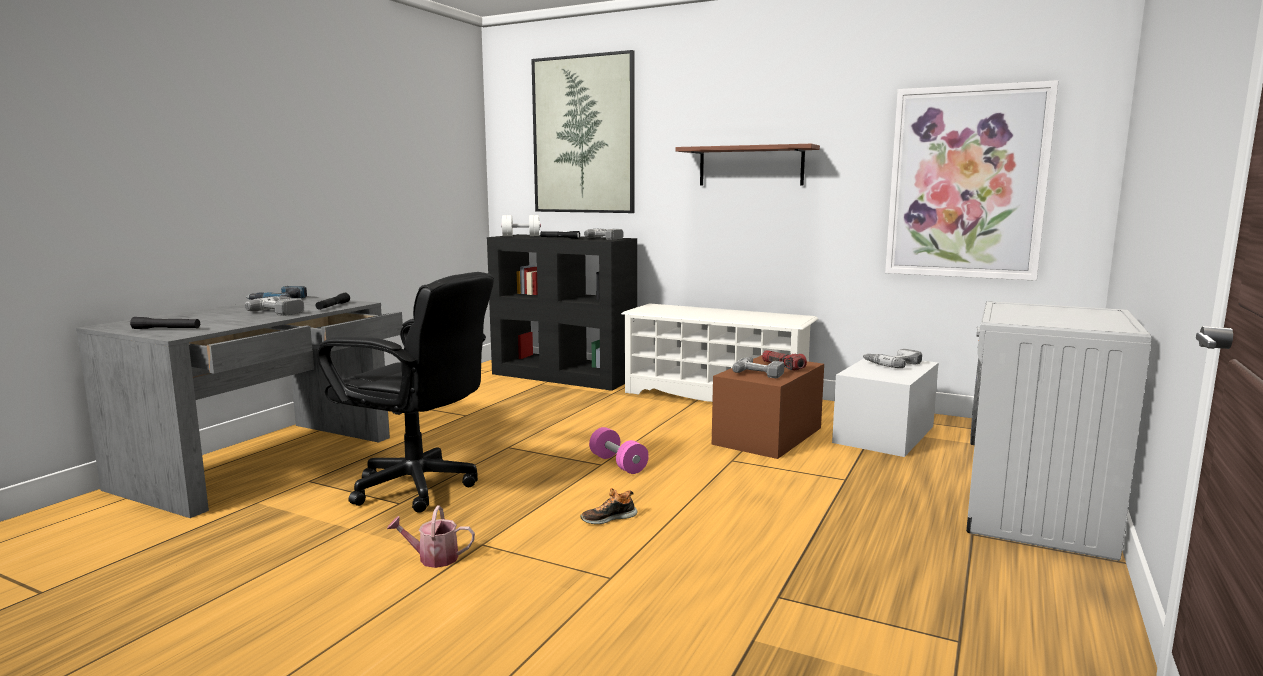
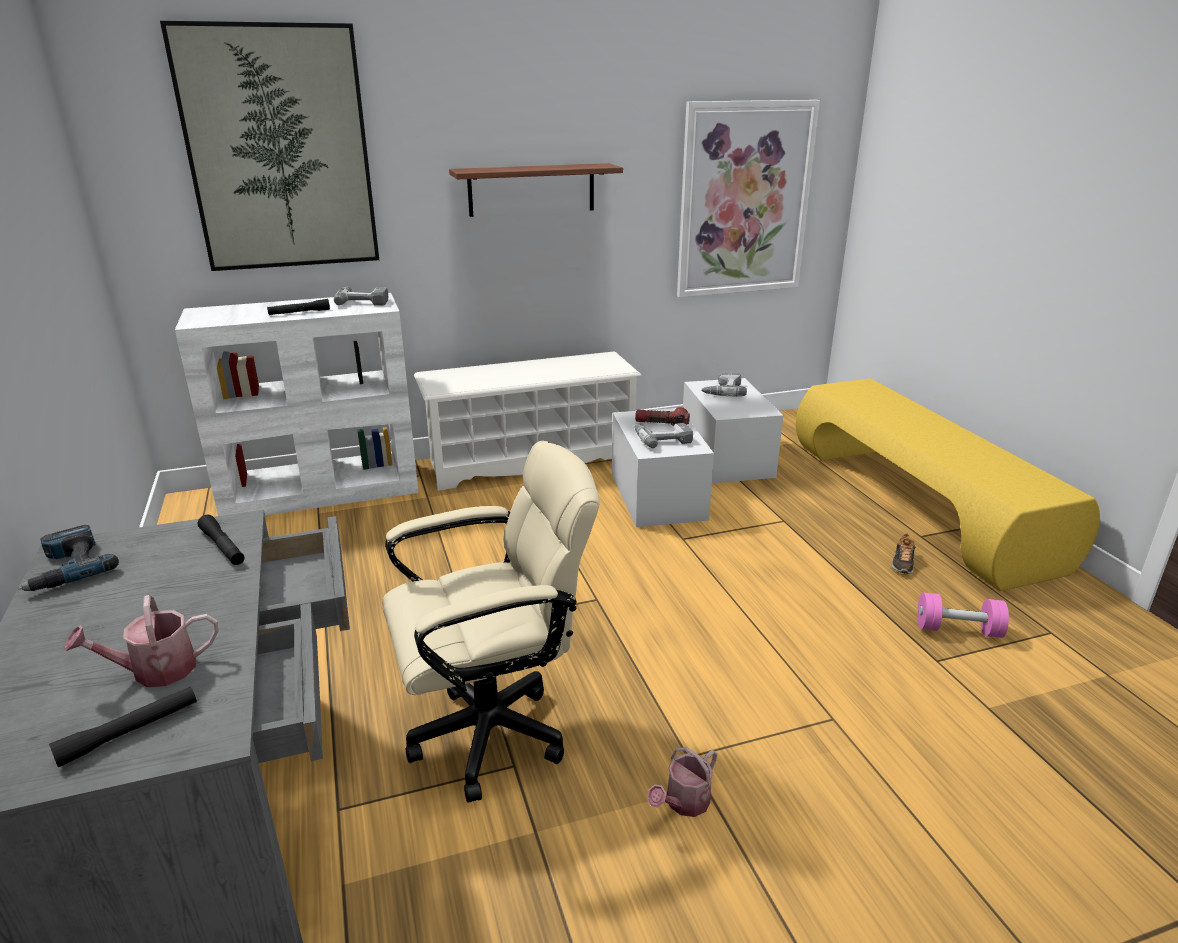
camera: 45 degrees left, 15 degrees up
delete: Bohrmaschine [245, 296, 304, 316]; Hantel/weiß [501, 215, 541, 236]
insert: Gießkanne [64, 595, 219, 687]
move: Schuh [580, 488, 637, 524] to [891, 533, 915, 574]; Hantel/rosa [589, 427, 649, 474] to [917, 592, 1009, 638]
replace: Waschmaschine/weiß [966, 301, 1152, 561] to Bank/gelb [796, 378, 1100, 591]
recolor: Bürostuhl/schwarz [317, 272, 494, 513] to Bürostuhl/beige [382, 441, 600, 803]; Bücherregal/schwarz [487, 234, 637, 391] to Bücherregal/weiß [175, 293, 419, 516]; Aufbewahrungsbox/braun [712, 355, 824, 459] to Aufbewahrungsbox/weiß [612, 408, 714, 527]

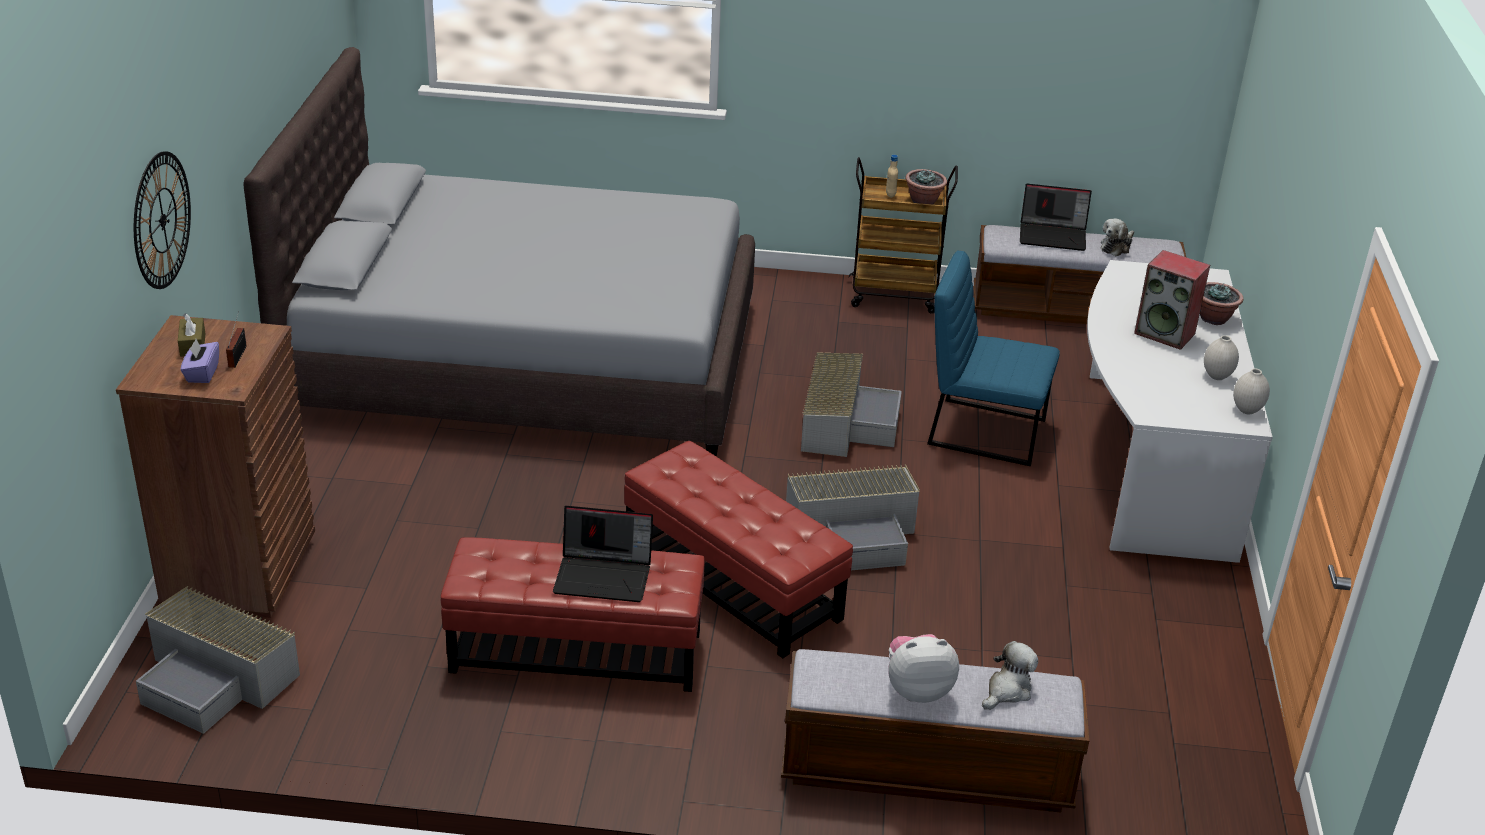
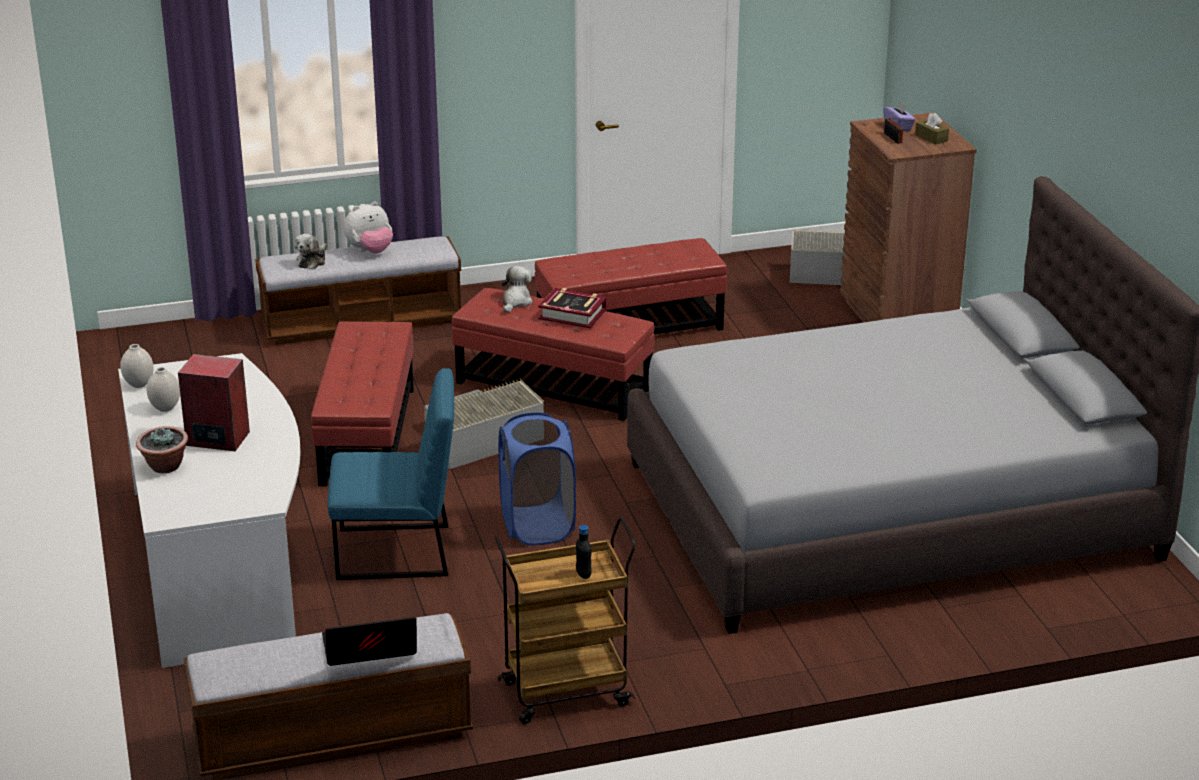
camera: 160 degrees right, 5 degrees down
delete: Wanduhr [134, 151, 191, 289]; Laptop [553, 506, 653, 602]; Topfpflanze [905, 169, 947, 204]
insert: Polsterhocker/rot [311, 321, 414, 486]; Buch [538, 288, 607, 328]
move: Plüschtier [1101, 218, 1134, 256] to [501, 266, 532, 313]
replace: Aufbewahrungsbox/grau [801, 352, 902, 457] to Wäschekorb/blau [498, 412, 576, 545]
recolor: Flasche/beige [886, 155, 898, 198] to Flasche/schwarz [576, 525, 591, 579]

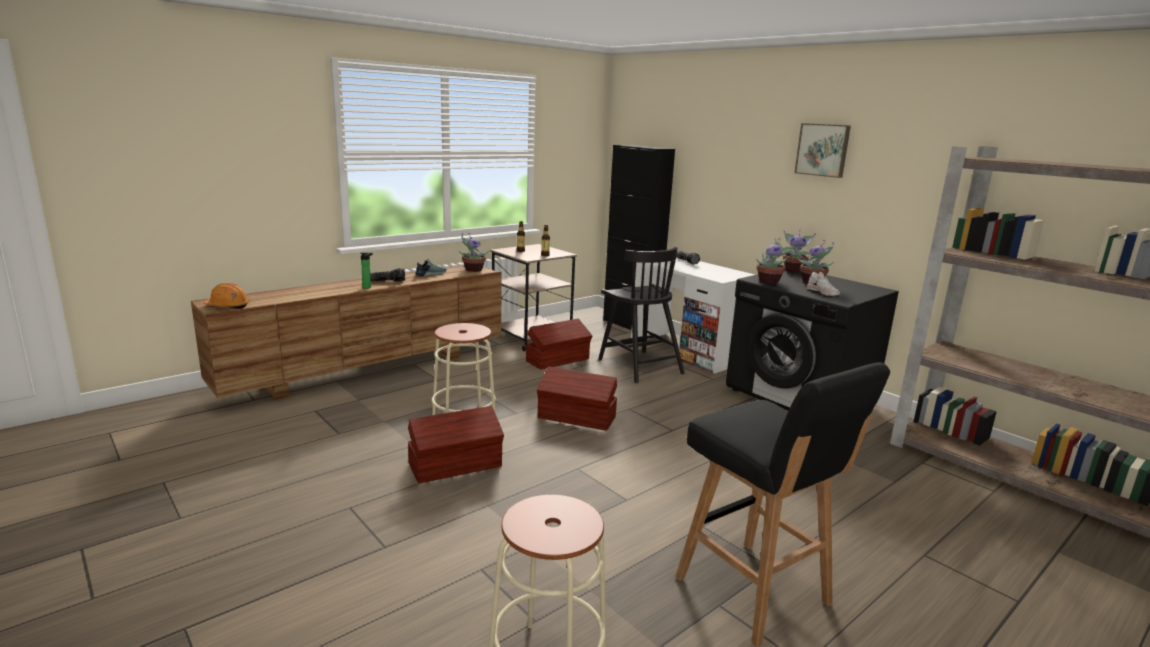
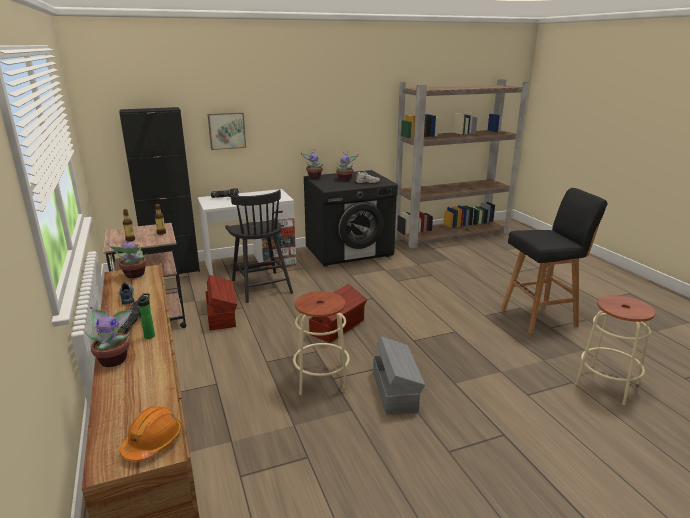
camera: 70 degrees left, 5 degrees up
move: Topfpflanze [756, 238, 795, 284] to [85, 306, 134, 367]; Bild [794, 123, 851, 178] to [208, 112, 246, 150]
recolor: Aufbewahrungsbox/braun [408, 406, 504, 483] to Aufbewahrungsbox/grau [373, 336, 425, 415]
rotate: Stuhl/schwarz [598, 246, 685, 383] = [225, 189, 293, 303] 75 degrees clockwise

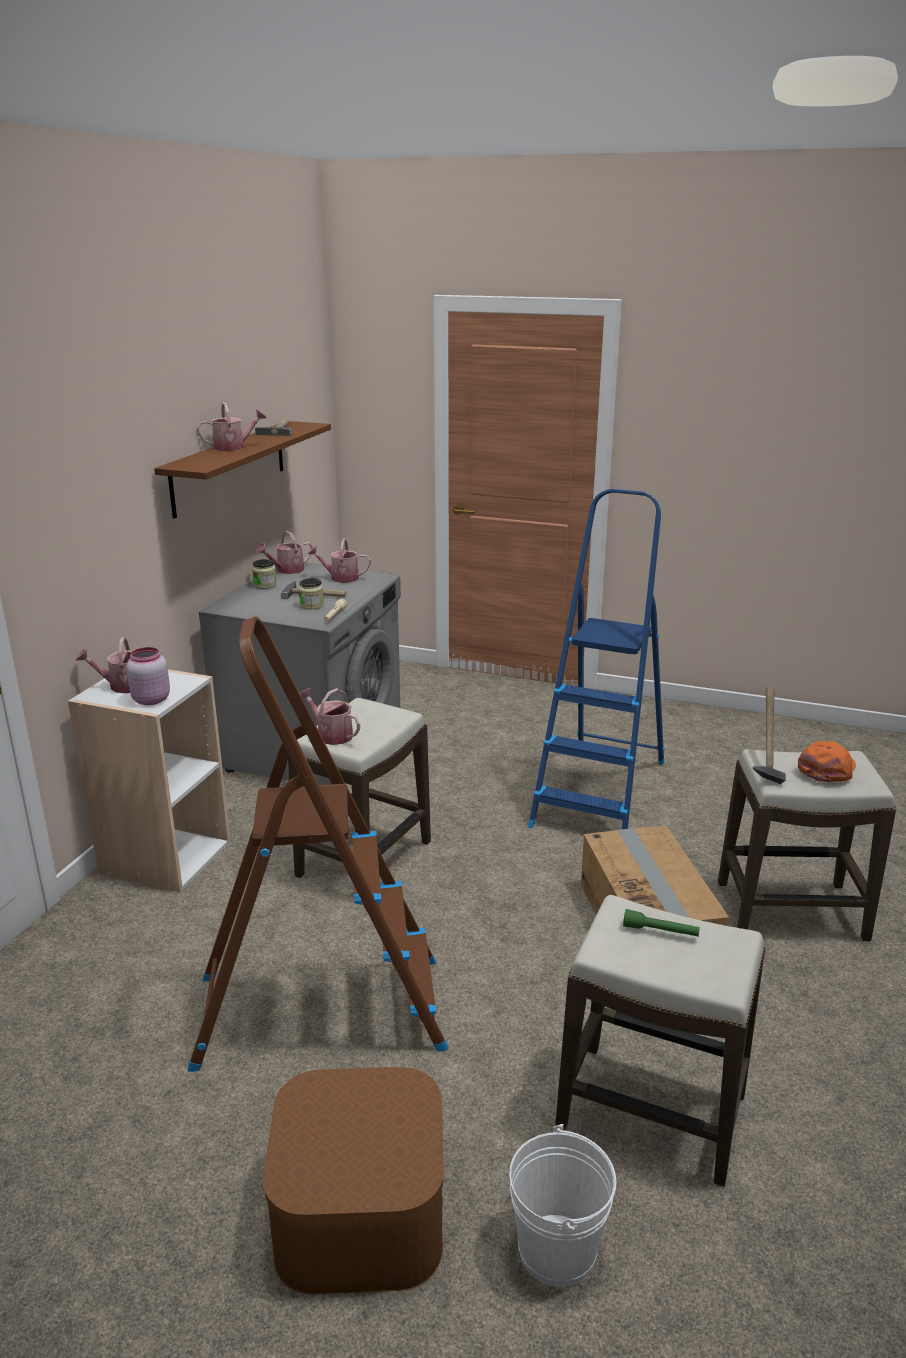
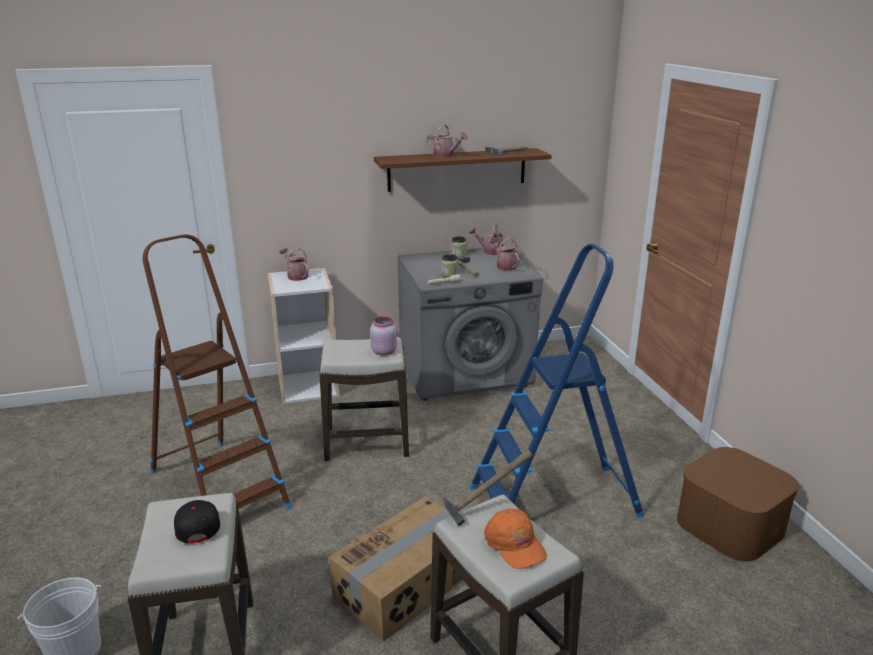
camera: 55 degrees right, 0 degrees up
delete: Gießkanne [300, 688, 360, 745]
move: Vorratsglas/rosa [126, 647, 170, 705] to [370, 317, 397, 356]; Aufbewahrungsbox/braun [263, 1067, 444, 1294] to [677, 447, 799, 562]
replace: Taschenlampe/grün [623, 909, 700, 937] to Kappe/schwarz [174, 500, 220, 543]
rotate: Kappe/orange [798, 741, 856, 782] = [484, 509, 547, 569] 60 degrees clockwise

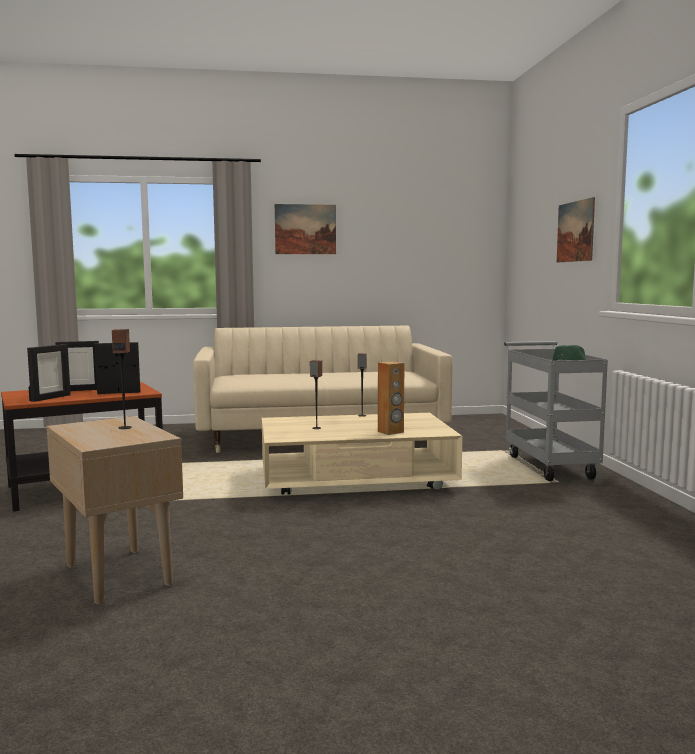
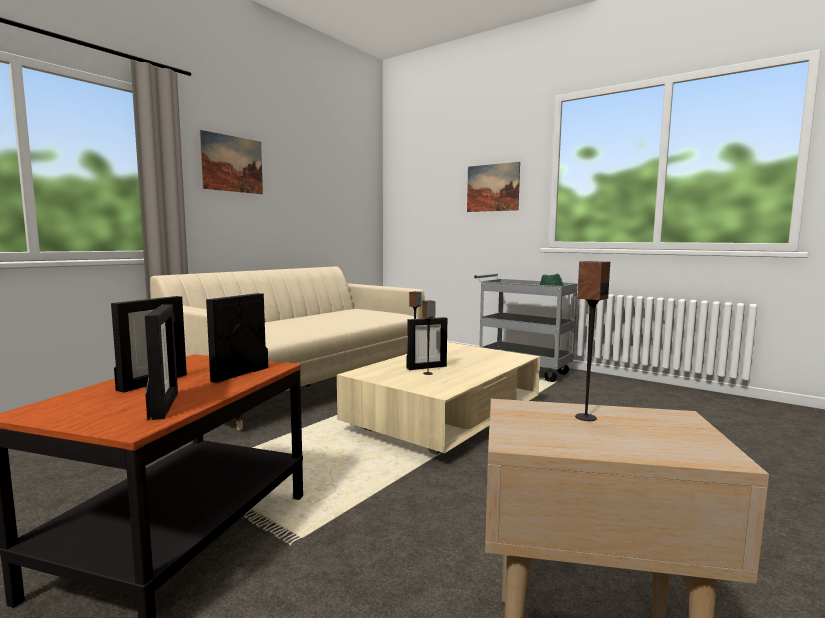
camera: 45 degrees left, 0 degrees up
delete: Lautsprecher/braun [378, 361, 404, 435]
insert: Bilderrahmen [407, 317, 447, 370]

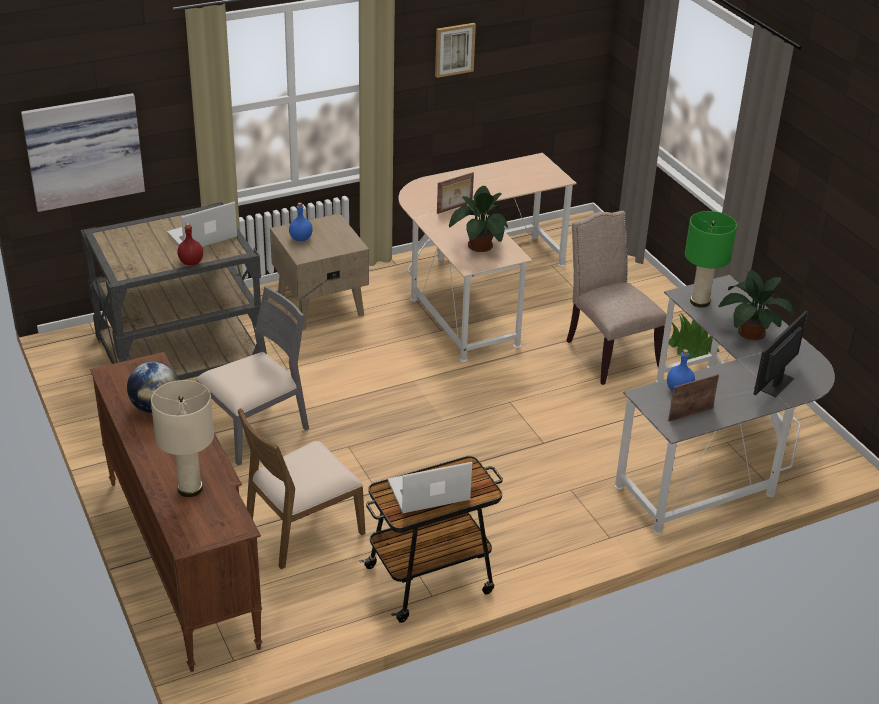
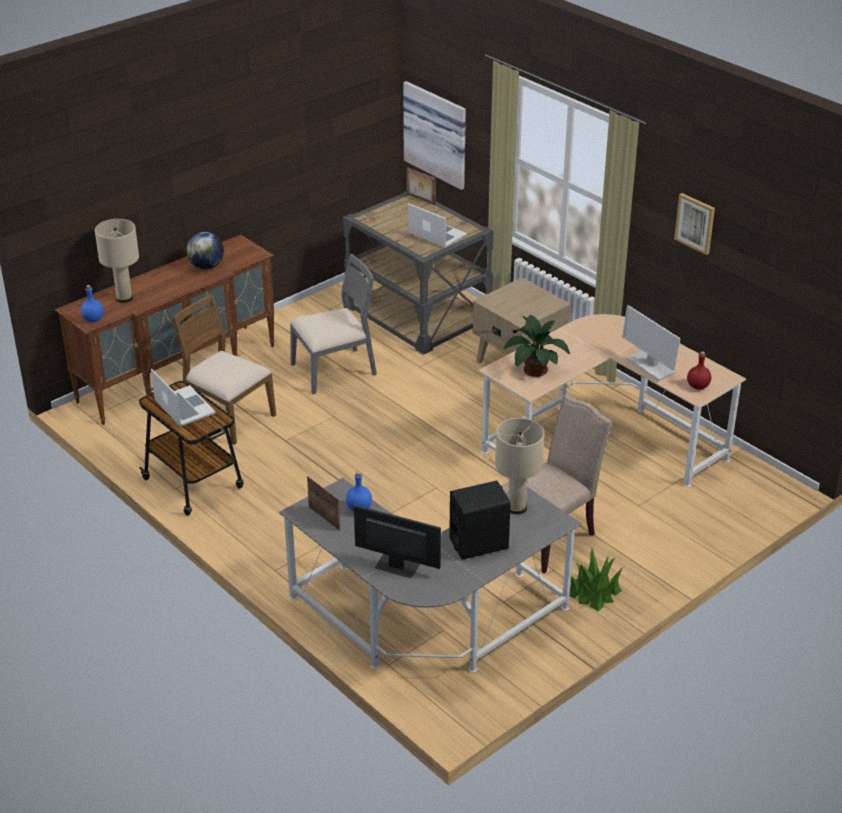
camera: 75 degrees right, 0 degrees up
insert: Monitor [622, 305, 681, 381]
move: Flasche/rot [177, 223, 203, 265] to [687, 351, 711, 390]; Flasche/blau [289, 203, 313, 241] to [81, 285, 104, 322]; Bilderrahmen [437, 172, 474, 214] to [407, 167, 436, 205]
replace: Topfpflanze [718, 270, 795, 341] to Lautsprecher/schwarz [449, 481, 511, 560]
recolor: Tischlampe/grün [685, 211, 737, 308] to Tischlampe/beige [495, 418, 544, 515]
rotate: Stuhl/grau [196, 286, 309, 465] = [290, 254, 377, 394] 60 degrees counterclockwise

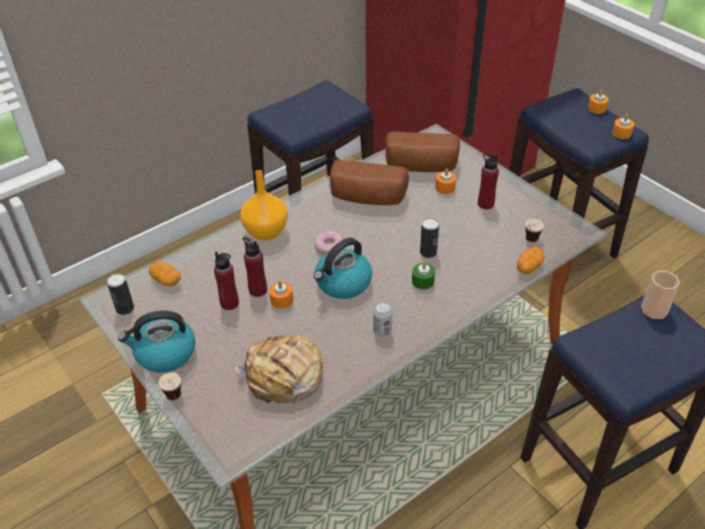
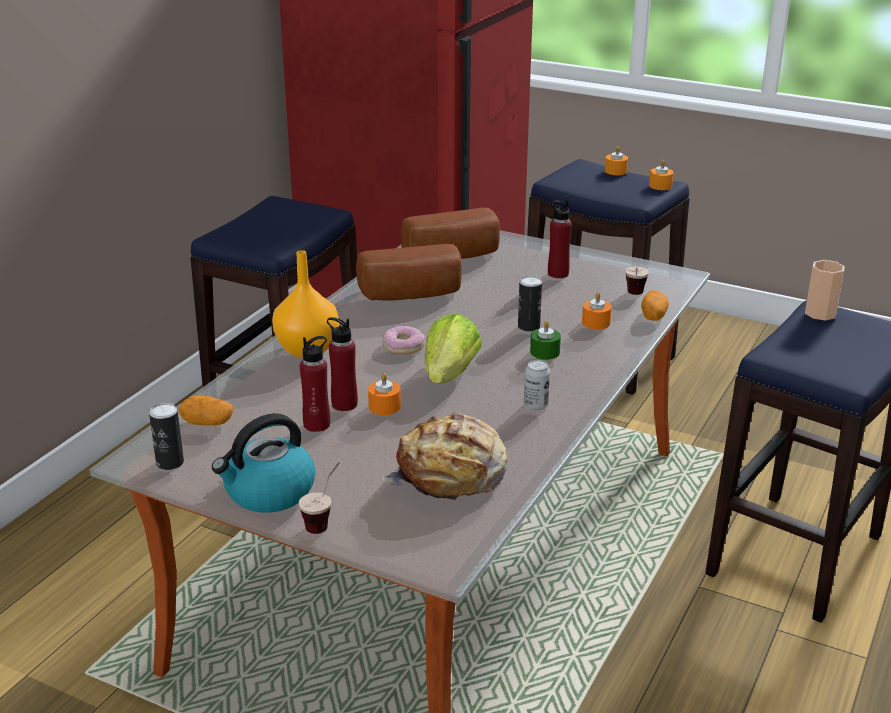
camera: 25 degrees left, 15 degrees down
move: Kerze/orange [435, 169, 456, 194] to [582, 292, 612, 329]
replace: Wasserkessel [314, 238, 372, 299] to Salatkopf [425, 313, 482, 384]

